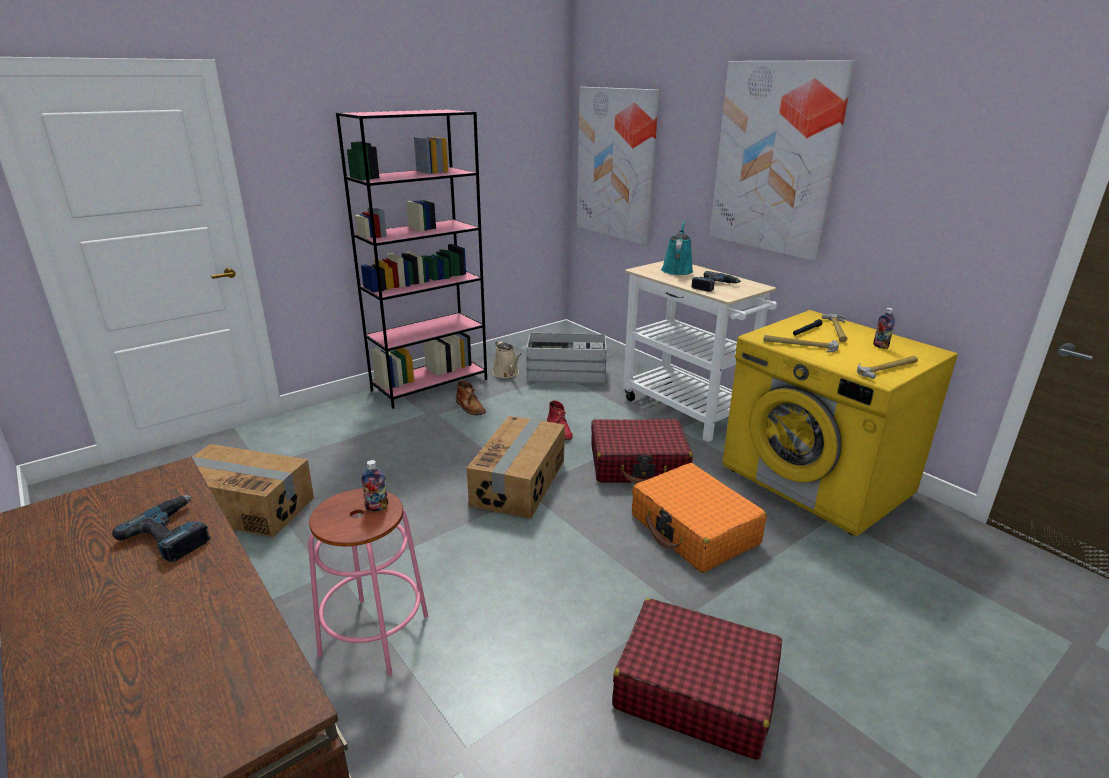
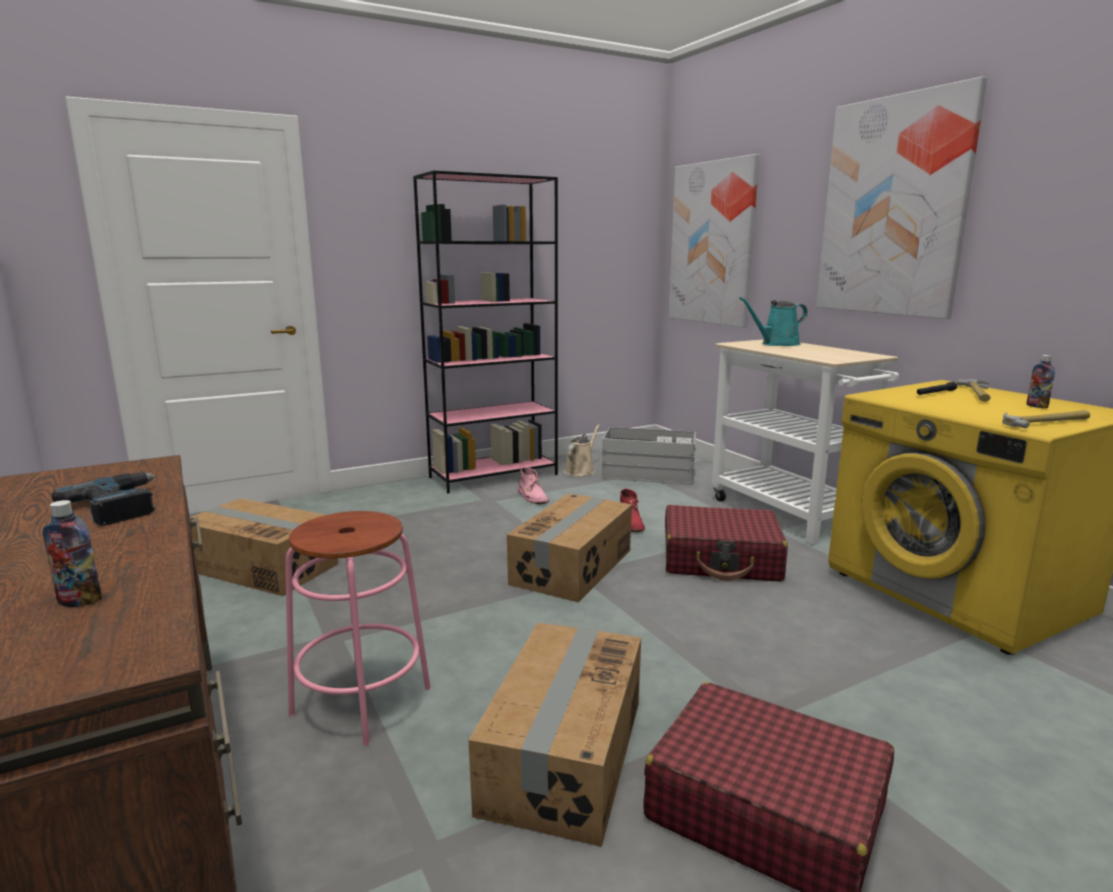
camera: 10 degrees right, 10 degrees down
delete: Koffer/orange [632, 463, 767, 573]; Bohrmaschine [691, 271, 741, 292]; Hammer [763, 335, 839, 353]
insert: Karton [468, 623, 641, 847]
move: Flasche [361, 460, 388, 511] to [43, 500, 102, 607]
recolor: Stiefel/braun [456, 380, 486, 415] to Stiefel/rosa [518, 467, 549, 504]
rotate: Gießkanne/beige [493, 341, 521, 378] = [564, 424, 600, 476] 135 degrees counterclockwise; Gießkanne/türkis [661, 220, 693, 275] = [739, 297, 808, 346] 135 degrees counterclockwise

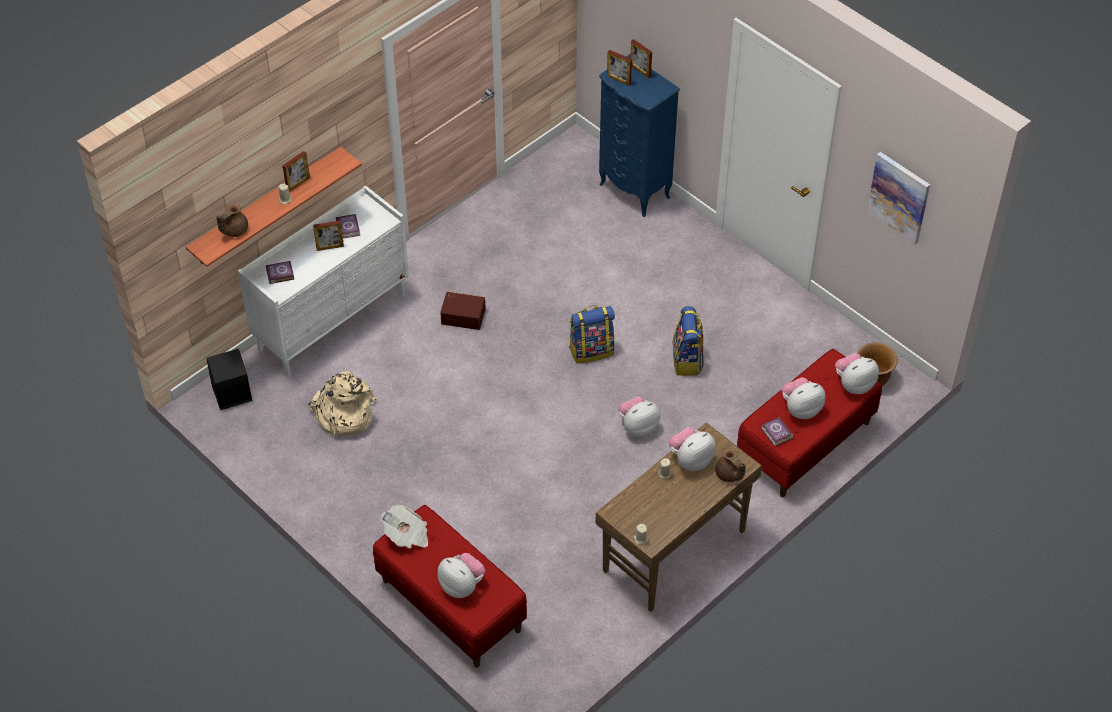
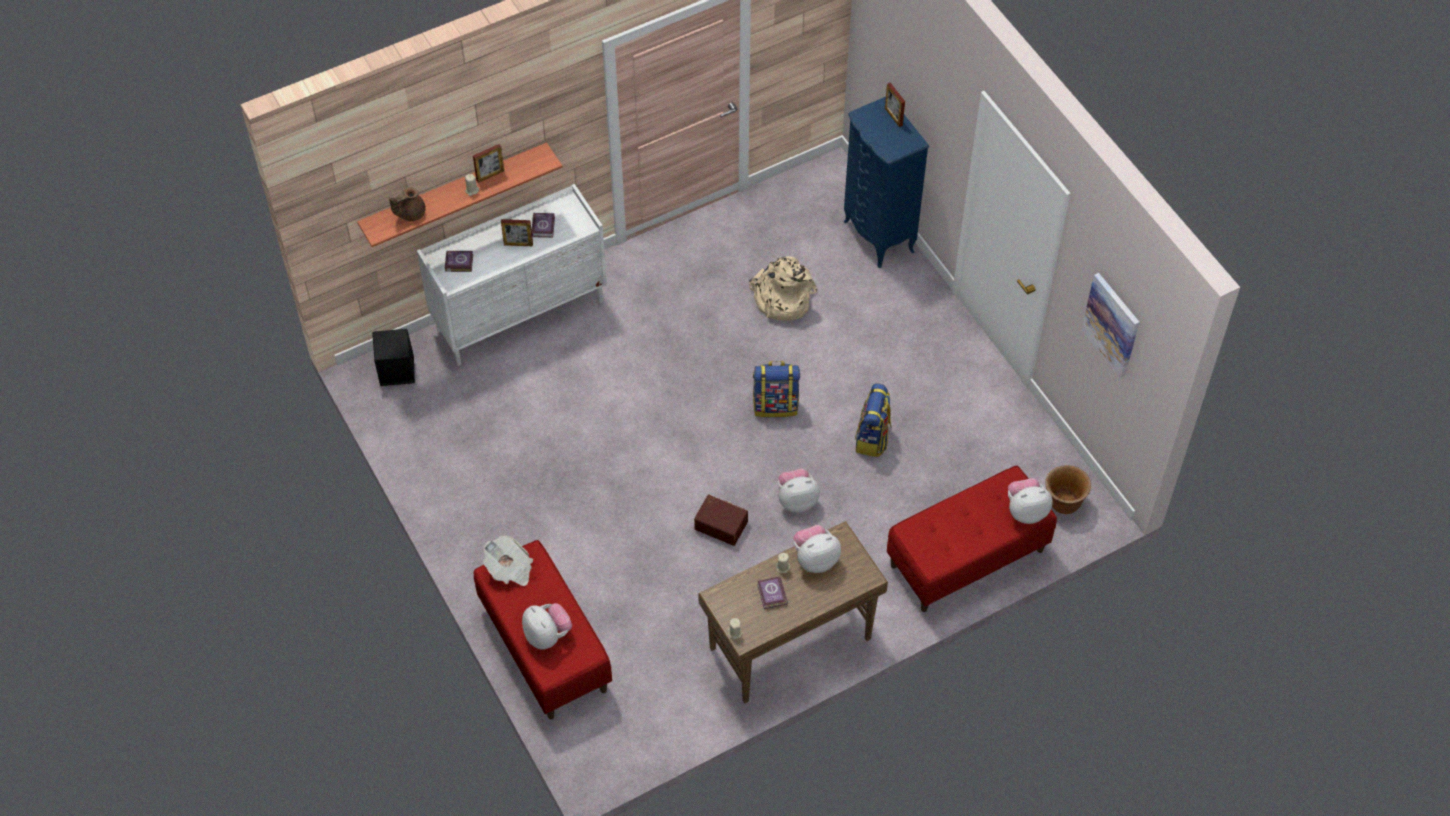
camera: 15 degrees right, 5 degrees up
delete: Bilderrahmen [607, 50, 632, 86]; Teekanne/braun [715, 449, 746, 482]; Plüschtier [782, 377, 826, 419]
move: Rucksack/beige [308, 371, 377, 436] to [749, 256, 818, 321]; Aufbewahrungsbox/braun [440, 292, 485, 330] to [694, 494, 748, 546]; Buch [761, 416, 793, 446] to [757, 576, 788, 609]

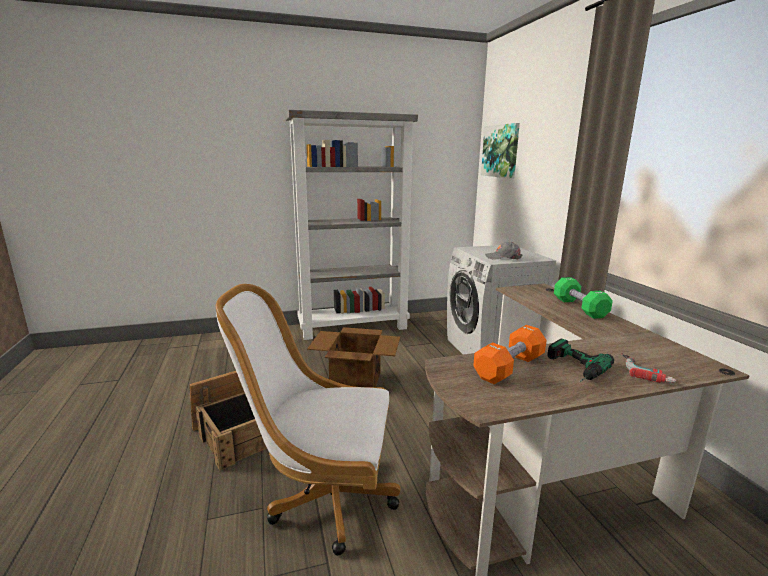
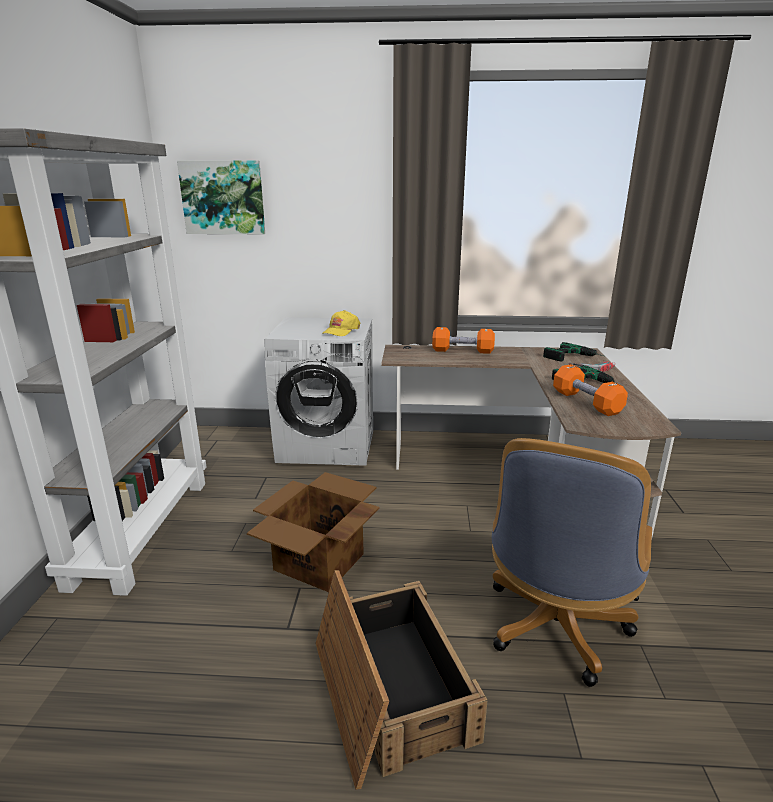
camera: 70 degrees left, 5 degrees up
insert: Bohrmaschine [543, 342, 604, 361]
recolor: Bürostuhl/weiß [216, 284, 400, 556] to Bürostuhl/blau [492, 438, 652, 687]; Kappe/grau [485, 242, 522, 260] to Kappe/gelb [323, 310, 360, 336]; Hantel/grün [554, 277, 613, 319] to Hantel/orange [432, 327, 495, 354]

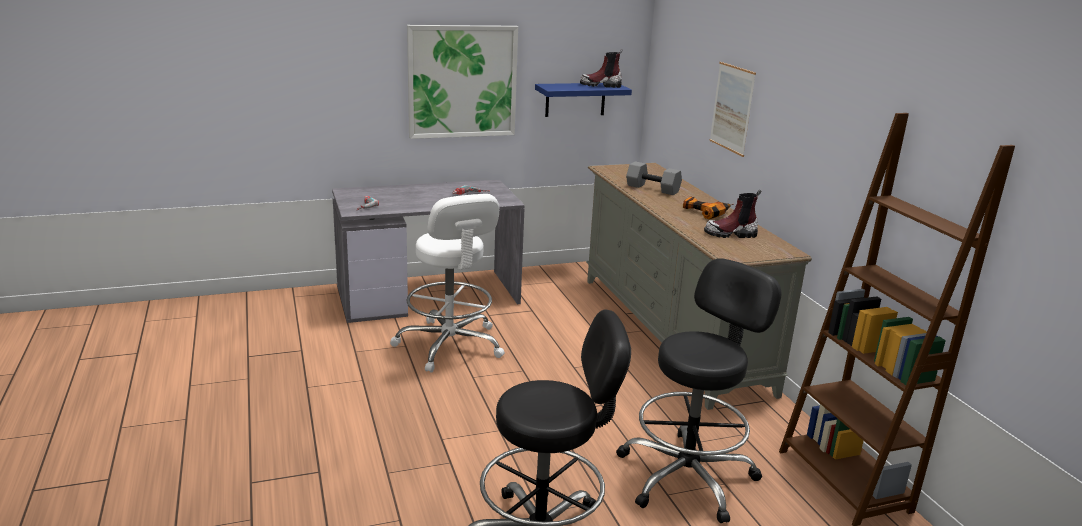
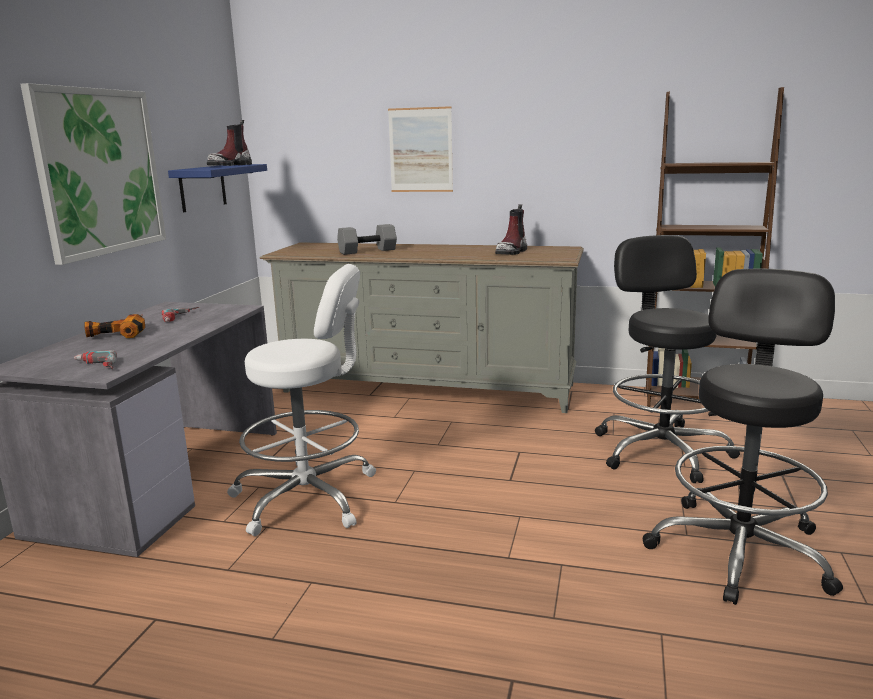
camera: 55 degrees left, 5 degrees down
move: Bohrmaschine [683, 196, 734, 219] to [84, 314, 145, 338]

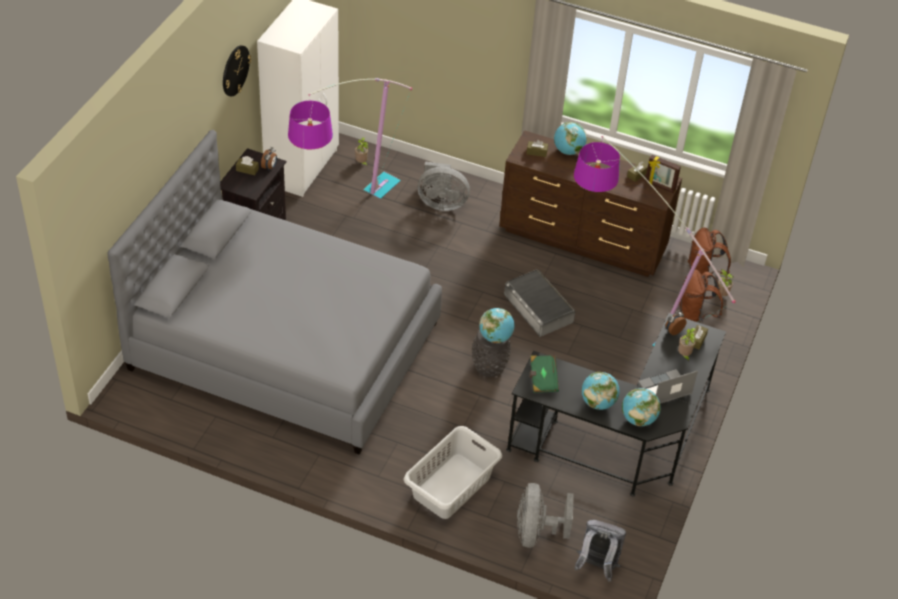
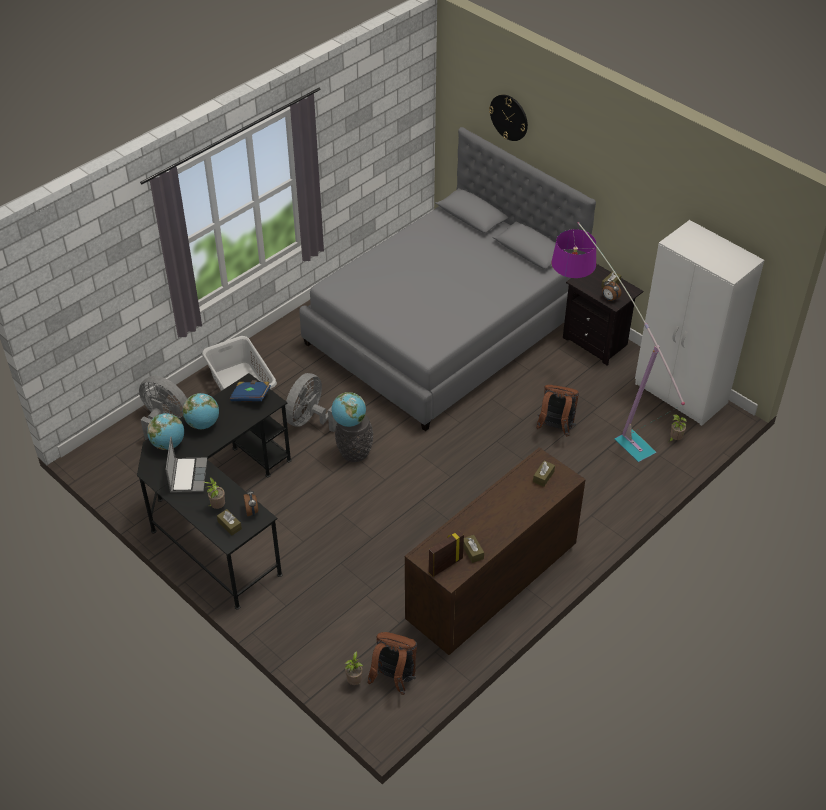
camera: 115 degrees right, 0 degrees up
delete: Aufbewahrungsbox/grau [504, 269, 575, 337]; Globus [554, 122, 587, 155]; Stehlampe [574, 136, 736, 346]; Rucksack/grau [574, 520, 626, 582]
move: Wanduhr [223, 45, 251, 97] to [489, 94, 528, 141]; Ventilator/grau [418, 161, 470, 211] to [285, 373, 337, 432]; Rucksack/braun [679, 270, 723, 322] to [536, 385, 579, 437]
recolor: Buch/grün [530, 355, 559, 393] to Buch/blau [230, 380, 271, 401]

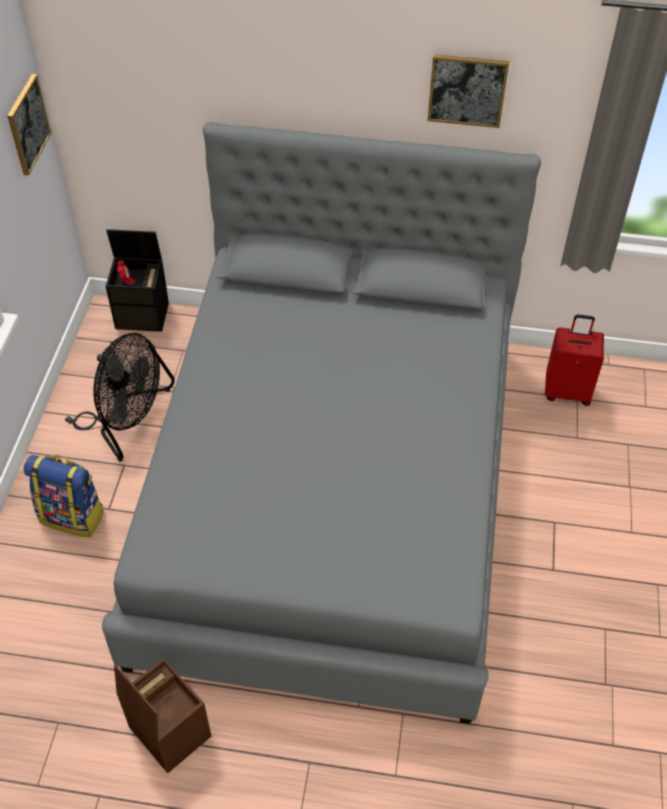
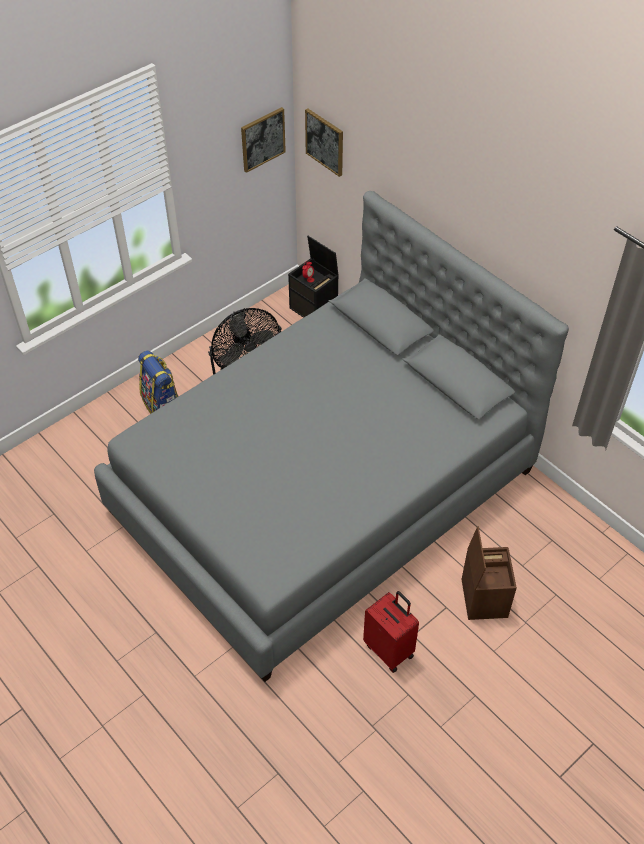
camera: 40 degrees right, 0 degrees up
move: Aufbewahrungsbox/braun [114, 658, 211, 773] to [462, 526, 517, 620]; Bild [428, 54, 509, 128] to [305, 108, 343, 177]; Koffer/rot [545, 315, 604, 406] to [363, 591, 419, 673]

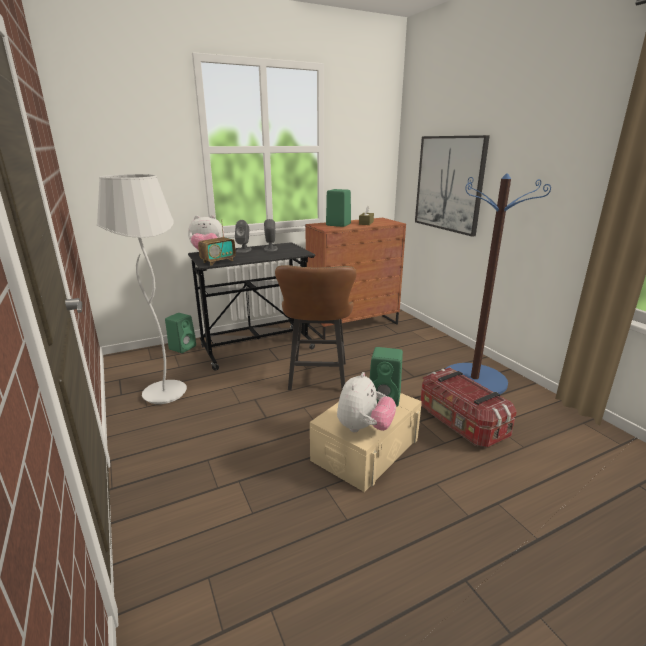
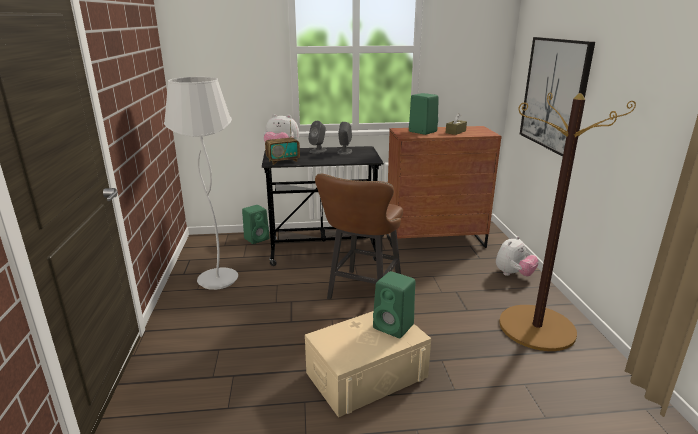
camera: 20 degrees right, 0 degrees up
delete: Aufbewahrungsbox [420, 368, 517, 448]
move: Plüschtier [337, 372, 396, 432] to [496, 236, 539, 276]
recolor: Kleiderständer/blau [445, 174, 551, 394] to Kleiderständer/braun [499, 92, 636, 351]

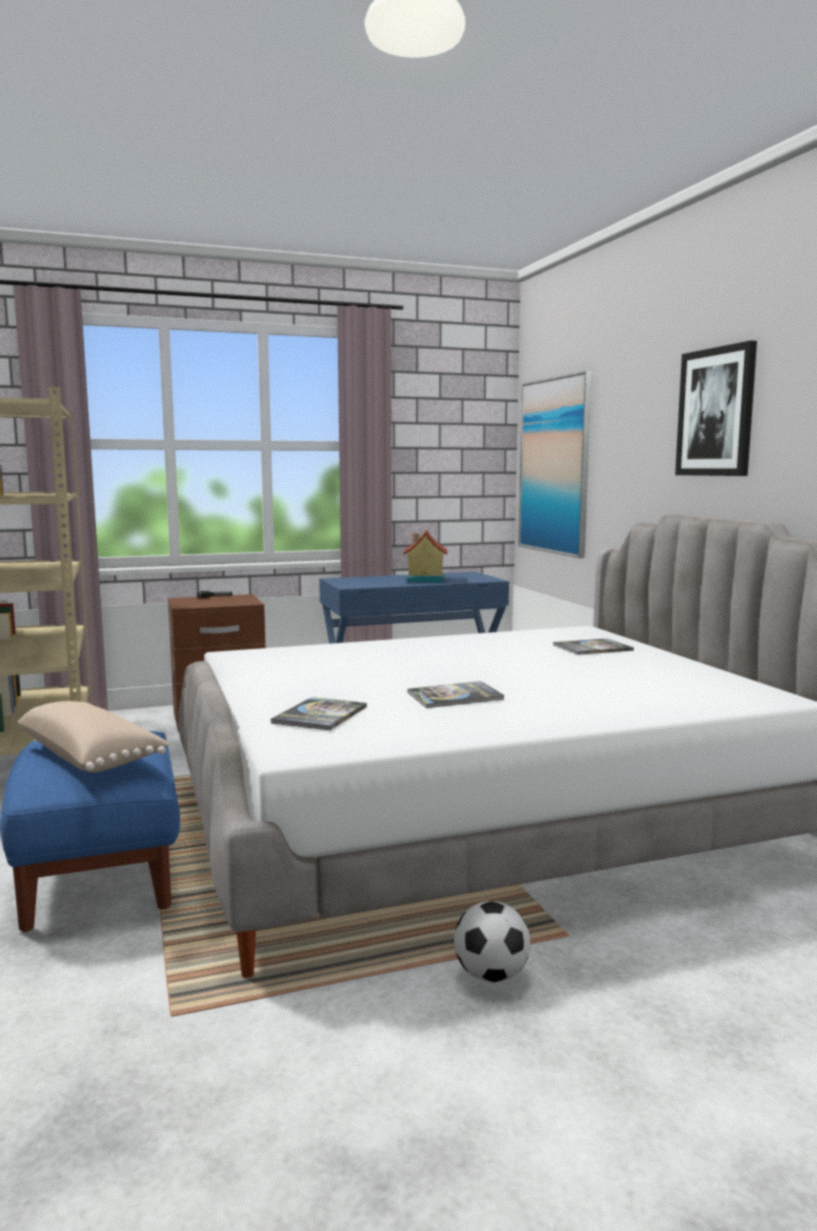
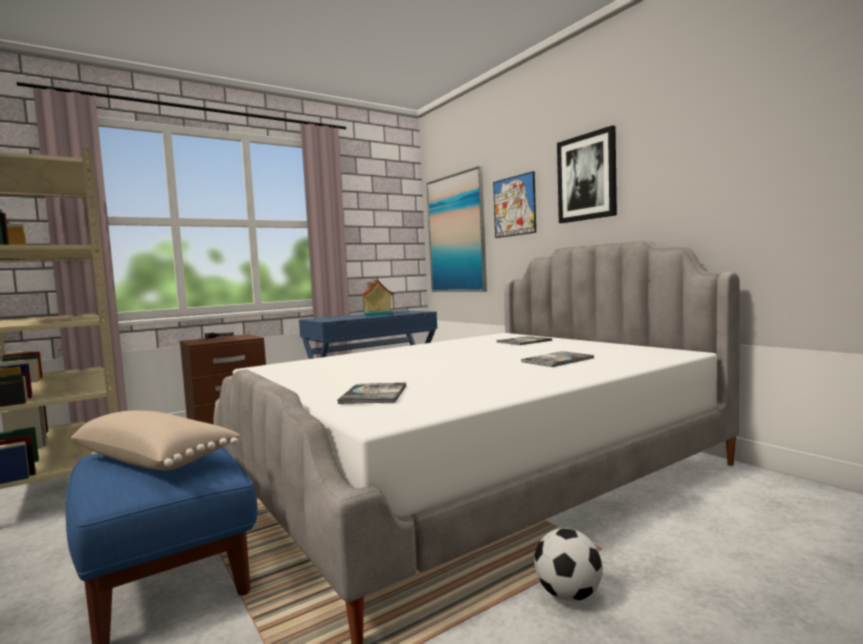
camera: 15 degrees left, 5 degrees down
insert: Bild [493, 171, 536, 238]
move: Buch [407, 681, 505, 708] to [521, 351, 594, 367]

